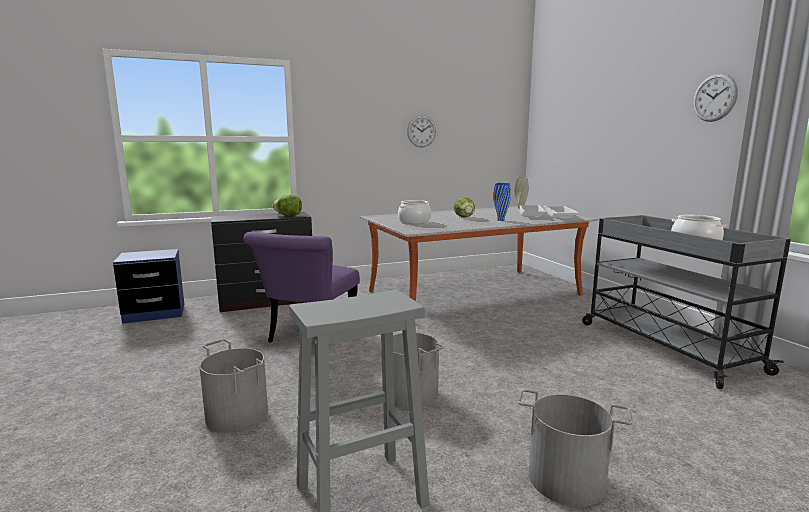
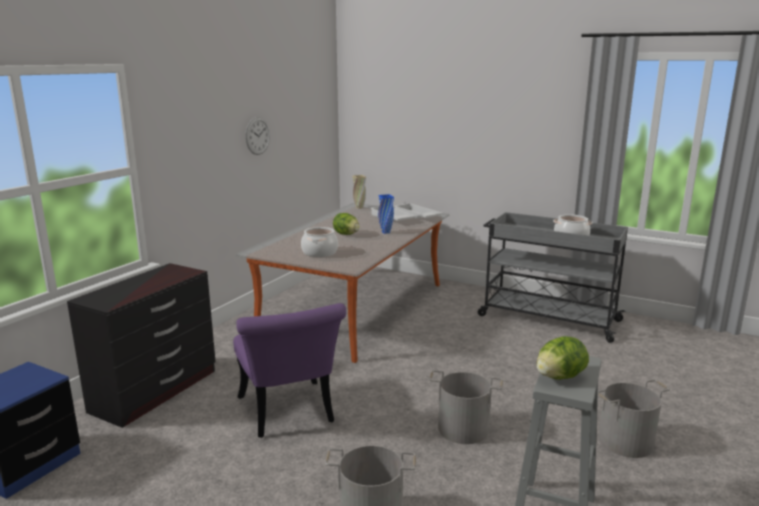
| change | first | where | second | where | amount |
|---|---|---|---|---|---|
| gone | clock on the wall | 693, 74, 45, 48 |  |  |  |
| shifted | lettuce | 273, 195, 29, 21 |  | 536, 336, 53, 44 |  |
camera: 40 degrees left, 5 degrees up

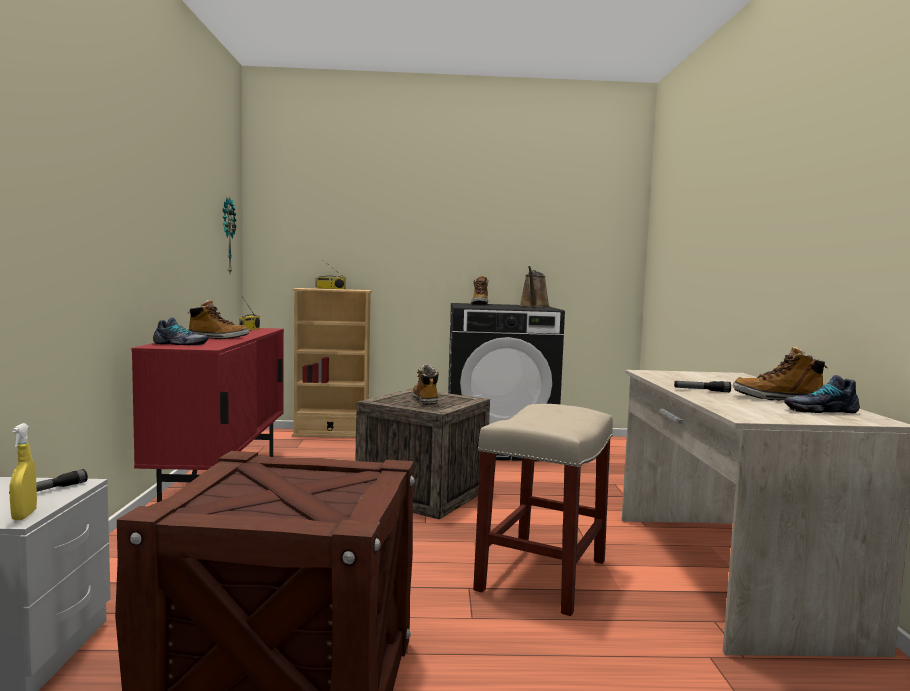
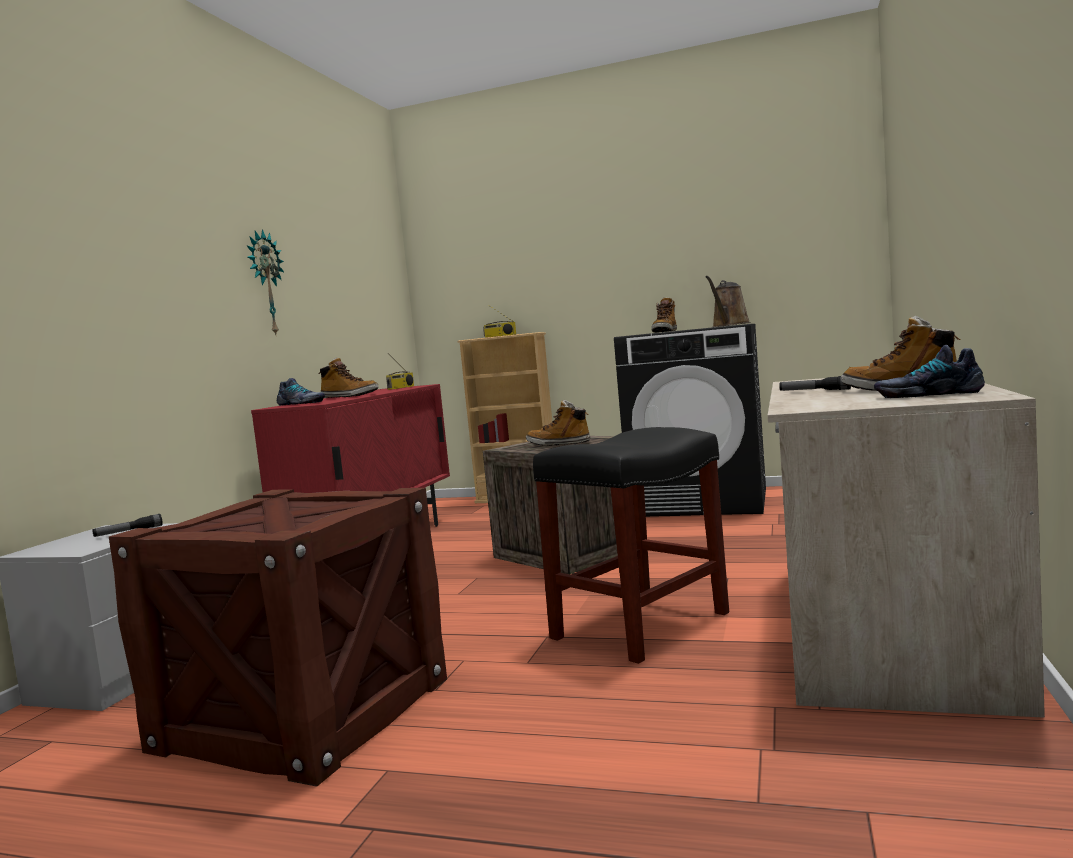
| change | first | where | second | where | amount |
|---|---|---|---|---|---|
| shifted | clock on the wall | 223, 197, 14, 76 |  | 247, 229, 37, 106 |  |
| rotated | tall boot | 412, 364, 27, 41 |  | 526, 400, 64, 46 | 75 degrees counterclockwise |
| repainted | sand-coloured stool seat | 473, 404, 140, 212 | black-coloured stool seat | 533, 427, 196, 237 |  |
| gone | yellow spray bottle | 10, 423, 27, 97 |  |  |  |
camera: 20 degrees right, 0 degrees up

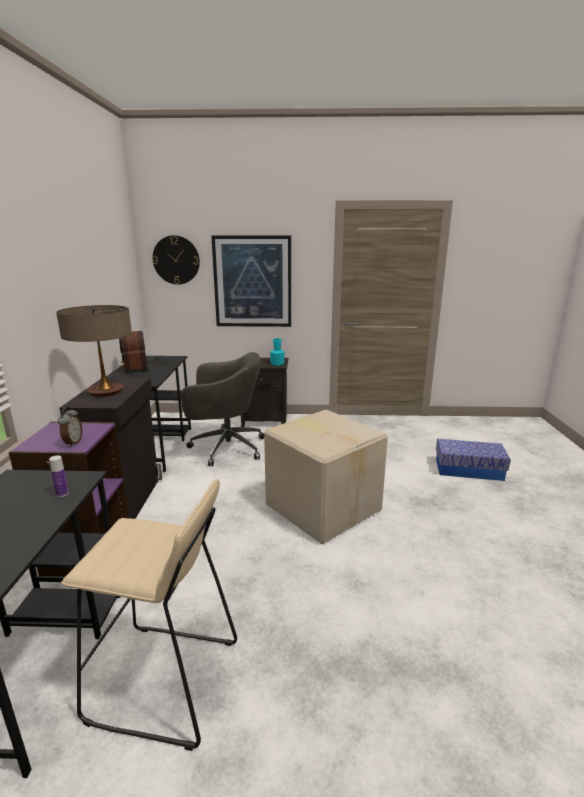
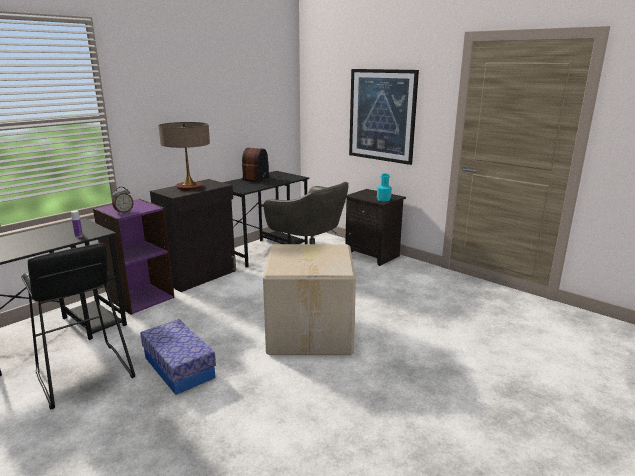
| change | first | where | second | where | amount |
|---|---|---|---|---|---|
| gone | clock on the wall | 152, 235, 48, 50 |  |  |  |
| shifted | storage container | 436, 439, 75, 42 |  | 140, 319, 76, 76 |  |
| repainted | sand-coloured stool seat | 61, 479, 176, 272 | black-coloured stool seat | 21, 243, 114, 167 |  |
camera: 40 degrees right, 0 degrees up

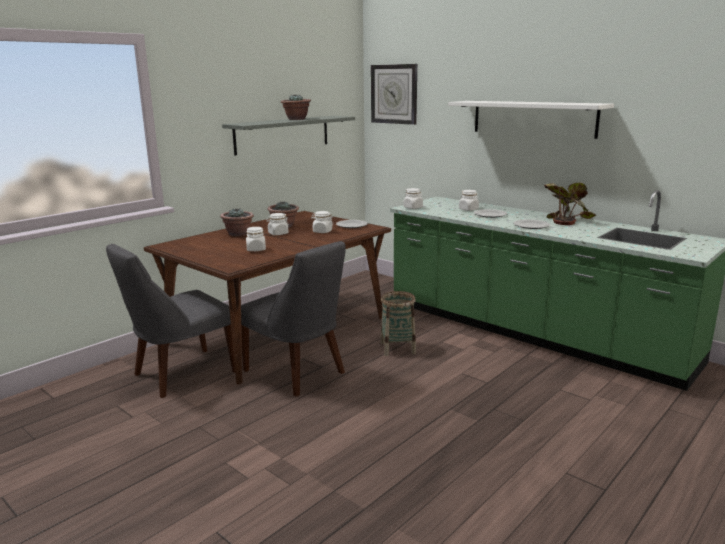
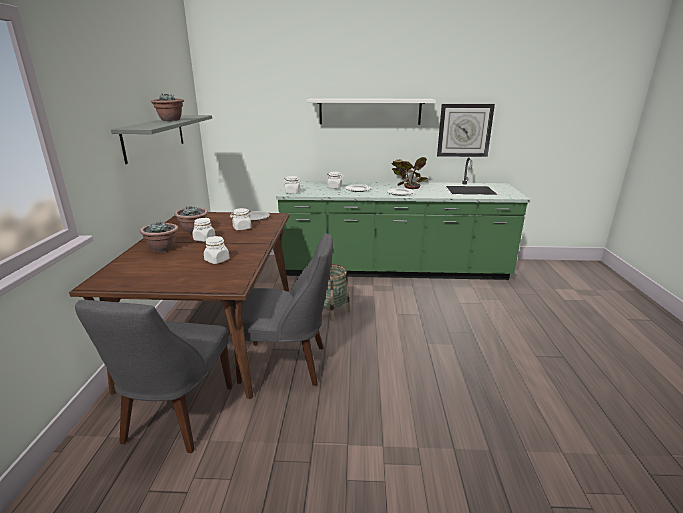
| change | first | where | second | where | amount |
|---|---|---|---|---|---|
| shifted | clock on the wall | 371, 64, 46, 61 |  | 437, 104, 58, 53 |  |
camera: 40 degrees left, 5 degrees up

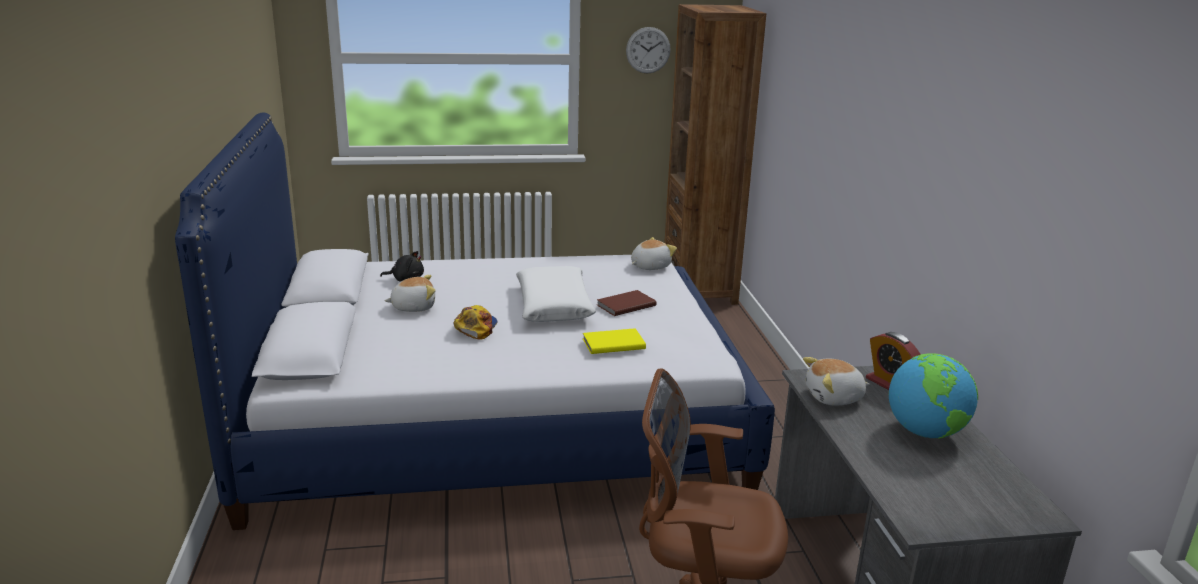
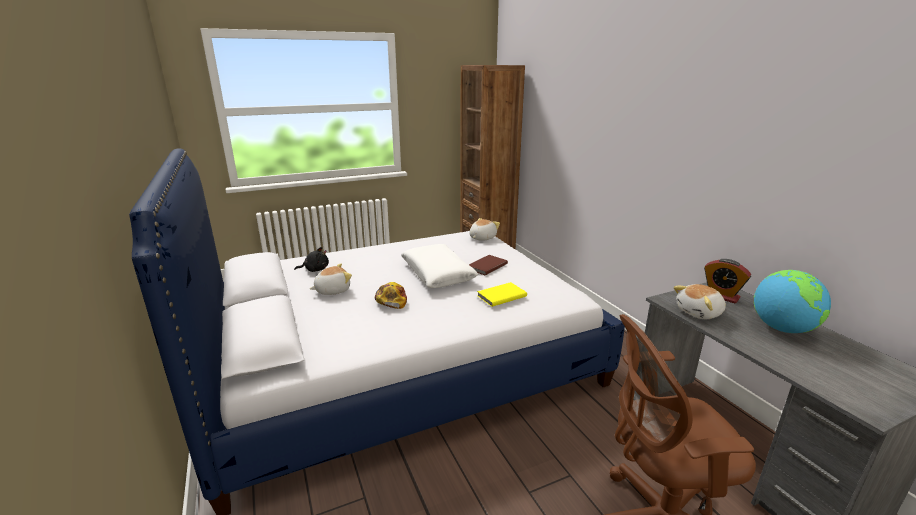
| change | first | where | second | where | amount |
|---|---|---|---|---|---|
| gone | clock on the wall | 626, 27, 45, 47 |  |  |  |
camera: 15 degrees left, 0 degrees up

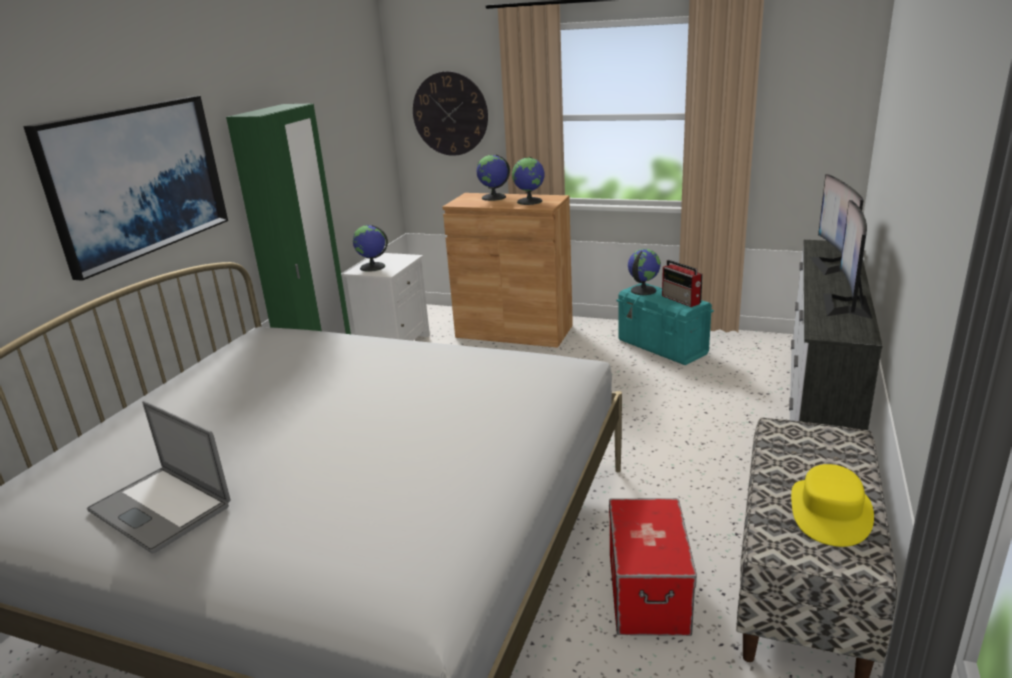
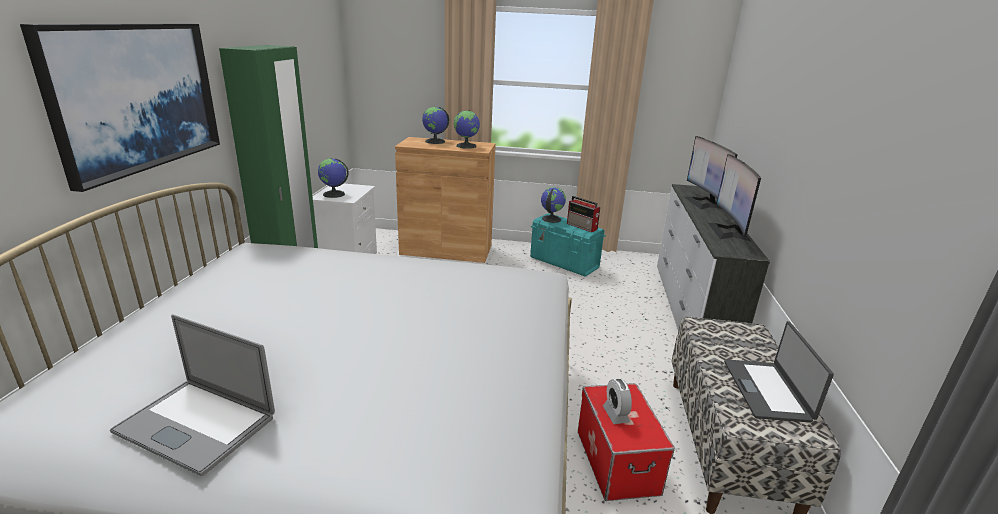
| change | first | where | second | where | amount |
|---|---|---|---|---|---|
| gone | clock on the wall | 413, 71, 75, 85 |  |  |  |
| swapped | yellow clothing hat | 791, 464, 83, 83 | notebook computer | 724, 321, 110, 102 |  |
| new |  |  | alarm clock | 603, 379, 29, 45 |  |
camera: 15 degrees left, 0 degrees up

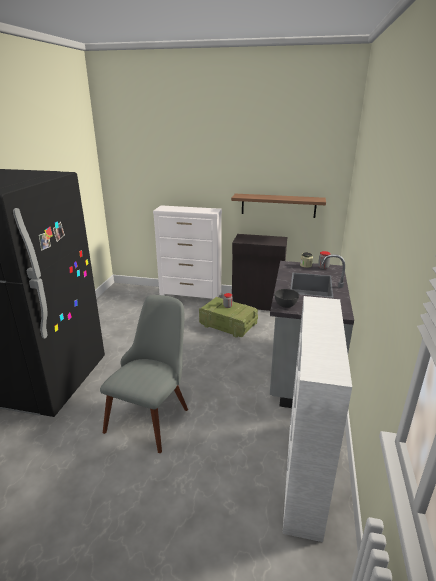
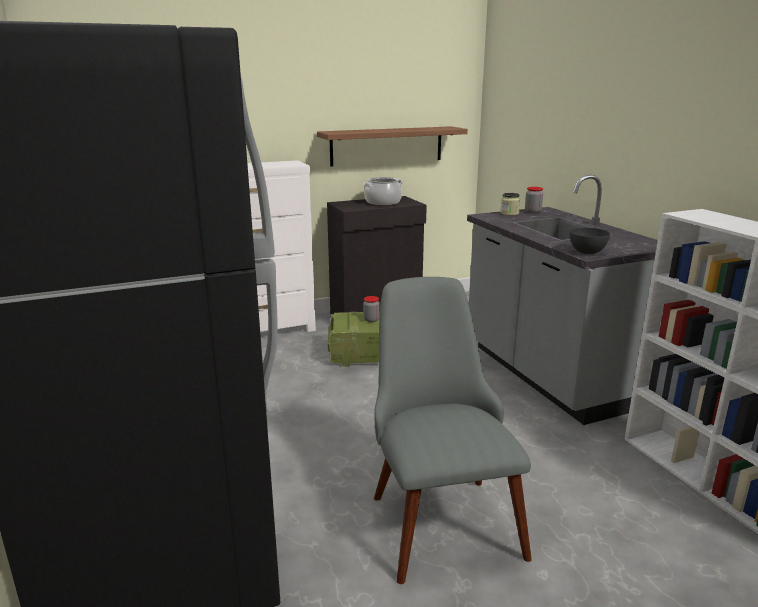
| change | first | where | second | where | amount |
|---|---|---|---|---|---|
| new |  |  | saucepot | 363, 177, 40, 28 |  |
camera: 35 degrees left, 5 degrees down

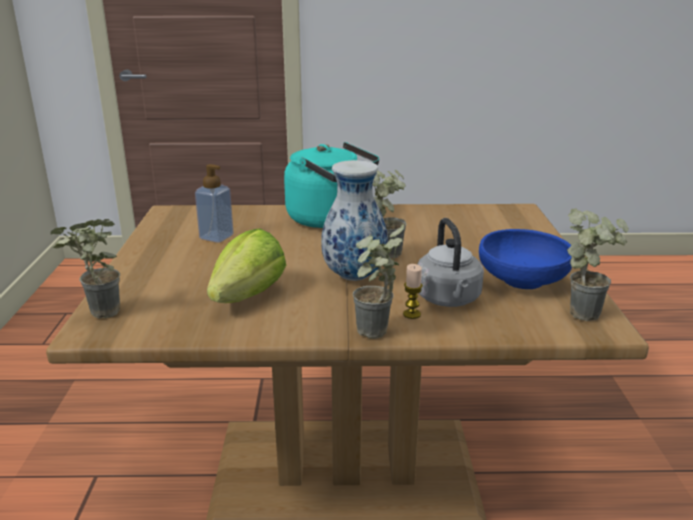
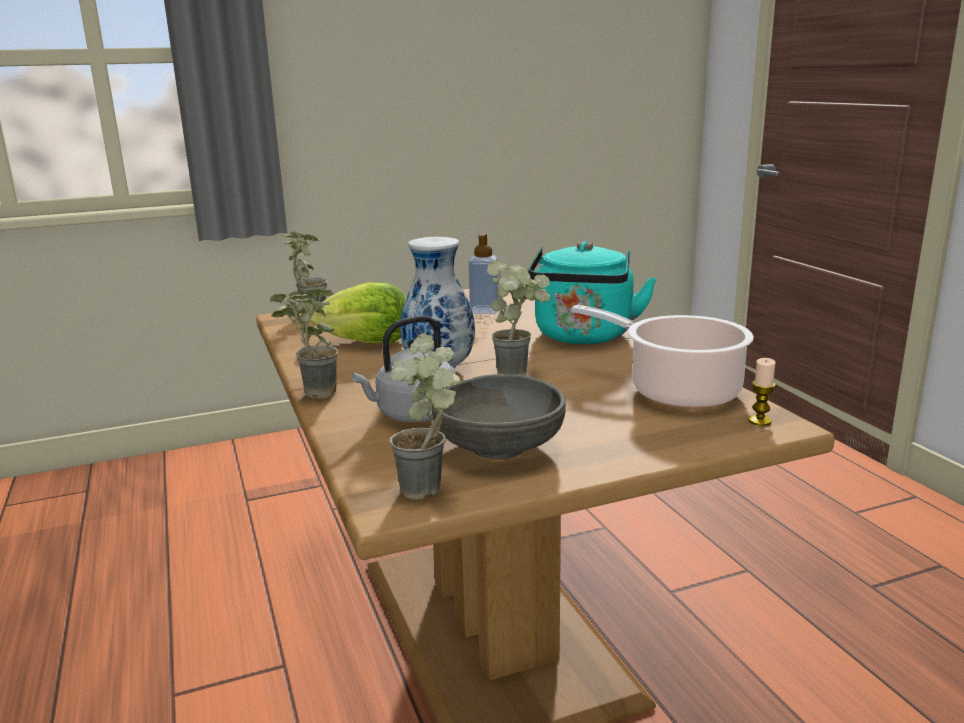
| change | first | where | second | where | amount |
|---|---|---|---|---|---|
| repainted | blue-coloured serving bowl | 479, 229, 93, 60 | greyish serving bowl | 432, 374, 134, 85 |  |
| shifted | wax candle | 403, 264, 20, 55 |  | 749, 358, 27, 68 |  |
| new |  |  | saucepot | 572, 305, 182, 104 |  |
camera: 70 degrees right, 5 degrees down

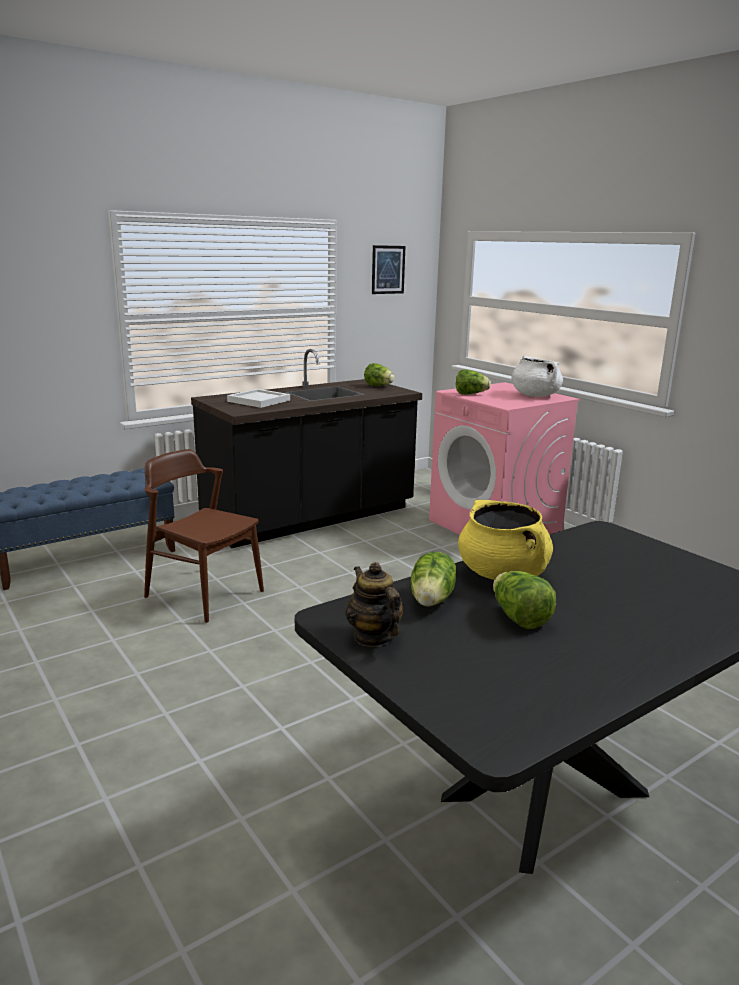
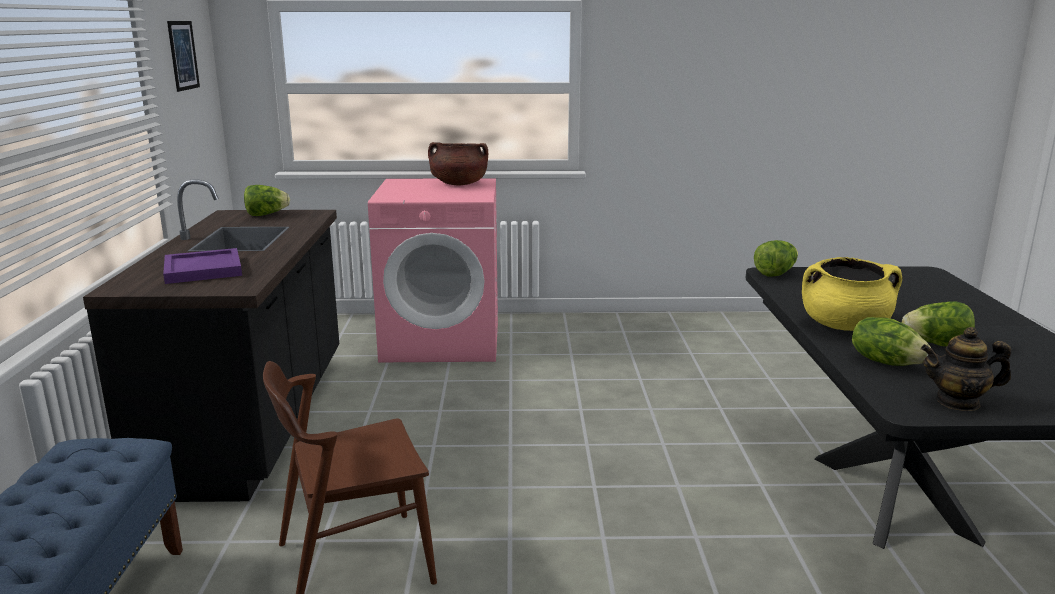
| change | first | where | second | where | amount |
|---|---|---|---|---|---|
| repainted | white-coloured saucepot | 511, 356, 52, 41 | brown saucepot | 428, 142, 60, 43 |  |
| shifted | lettuce | 456, 370, 35, 25 |  | 754, 240, 44, 37 |  |
| repainted | white-coloured serving tray | 227, 389, 63, 19 | purple serving tray | 163, 248, 79, 36 |  |
camera: 55 degrees left, 0 degrees up

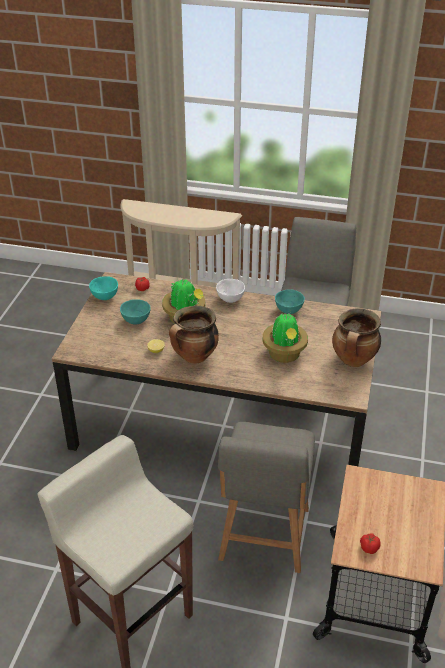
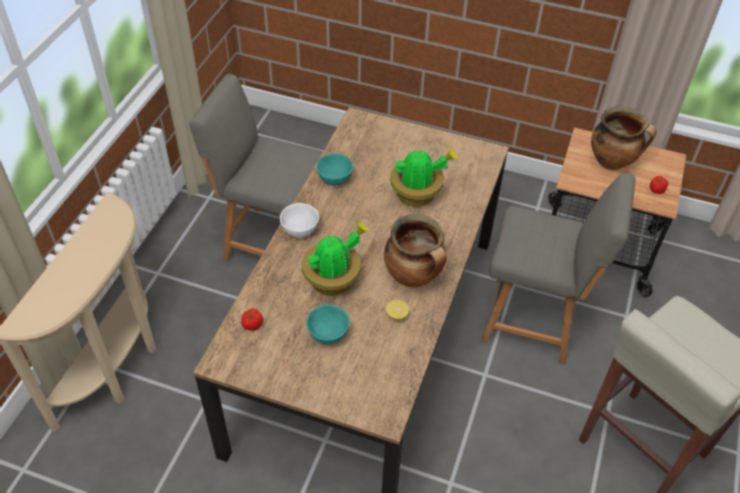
| change | first | where | second | where | amount |
|---|---|---|---|---|---|
| gone | turquoise-coloured serving bowl | 89, 276, 29, 24 |  |  |  |
| shifted | saucepot | 332, 308, 49, 59 |  | 591, 106, 66, 64 |  |
camera: 85 degrees left, 10 degrees up

